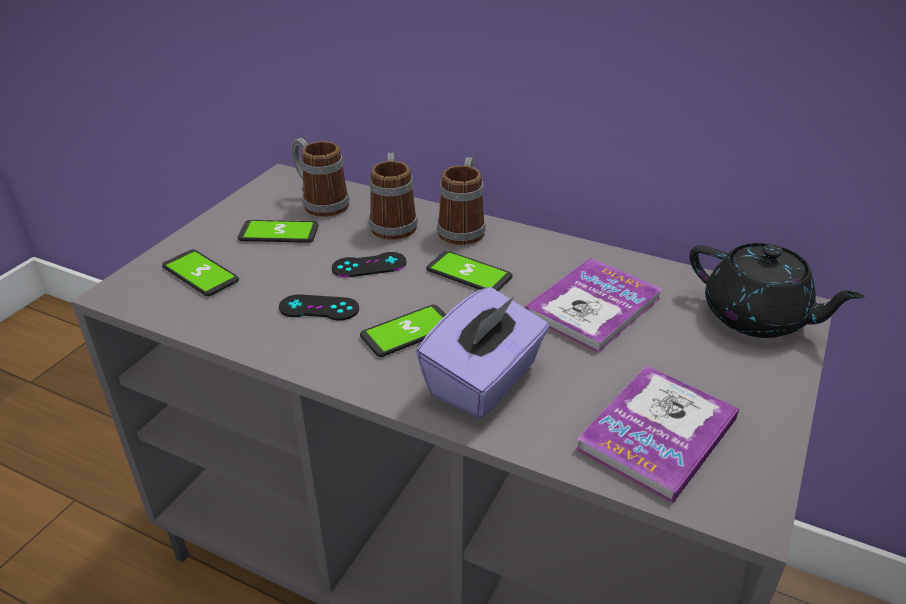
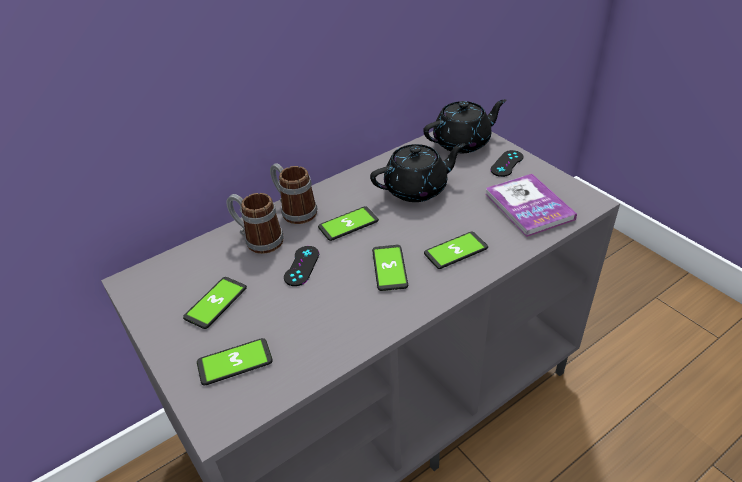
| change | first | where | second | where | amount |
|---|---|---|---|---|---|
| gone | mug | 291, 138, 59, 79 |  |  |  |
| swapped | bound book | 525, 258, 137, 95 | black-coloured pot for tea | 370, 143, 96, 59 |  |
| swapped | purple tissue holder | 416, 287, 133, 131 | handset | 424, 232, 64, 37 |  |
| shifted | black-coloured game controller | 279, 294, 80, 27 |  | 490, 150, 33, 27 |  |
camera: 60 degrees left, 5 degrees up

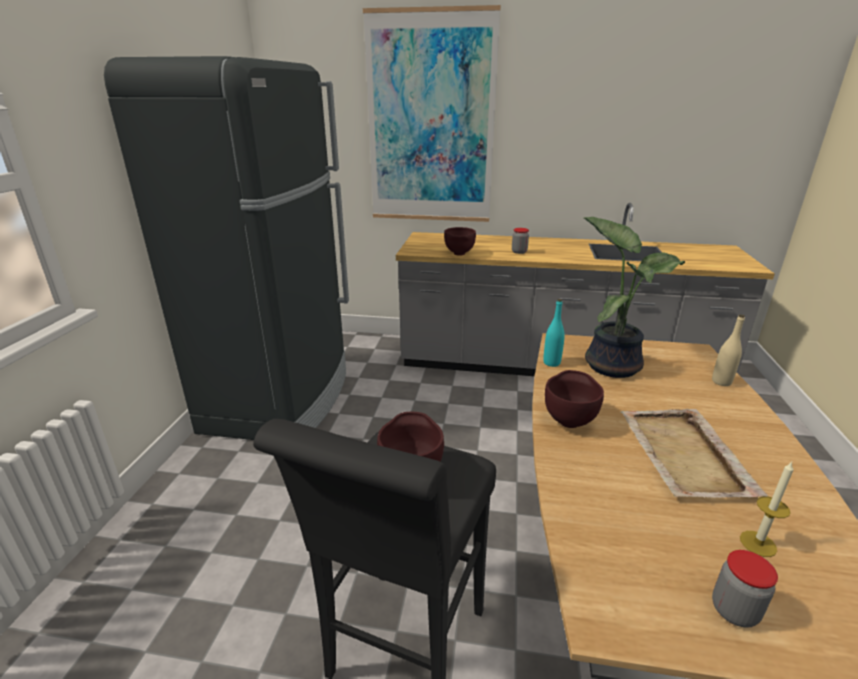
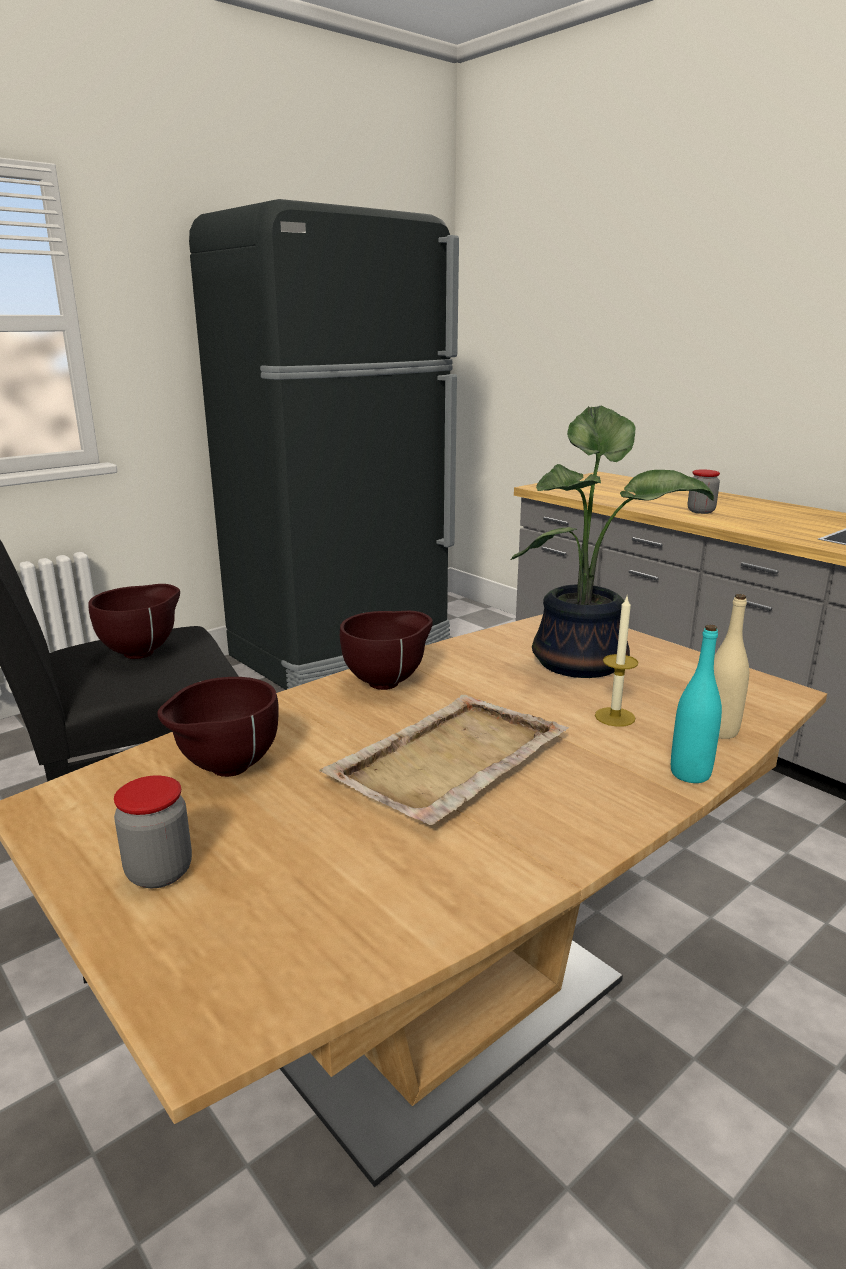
| change | first | where | second | where | amount |
|---|---|---|---|---|---|
| gone | wall art | 363, 5, 138, 217 |  |  |  |
| shifted | brown serving bowl | 444, 227, 32, 29 |  | 158, 677, 121, 100 |  |
| shifted | turquoise-coloured bottle | 543, 299, 22, 68 |  | 671, 624, 51, 159 |  |
| shifted | wax candle | 740, 462, 54, 95 |  | 595, 597, 43, 130 |  |
camera: 40 degrees right, 5 degrees down

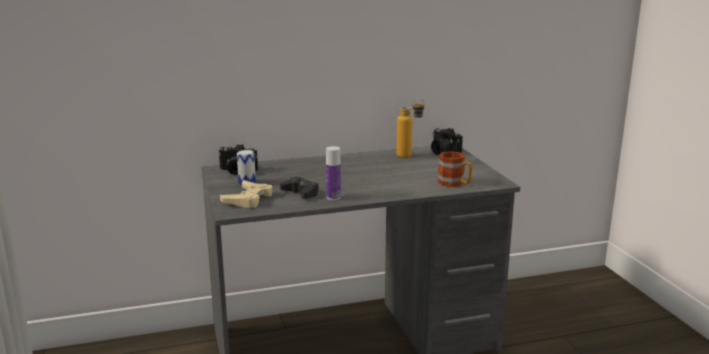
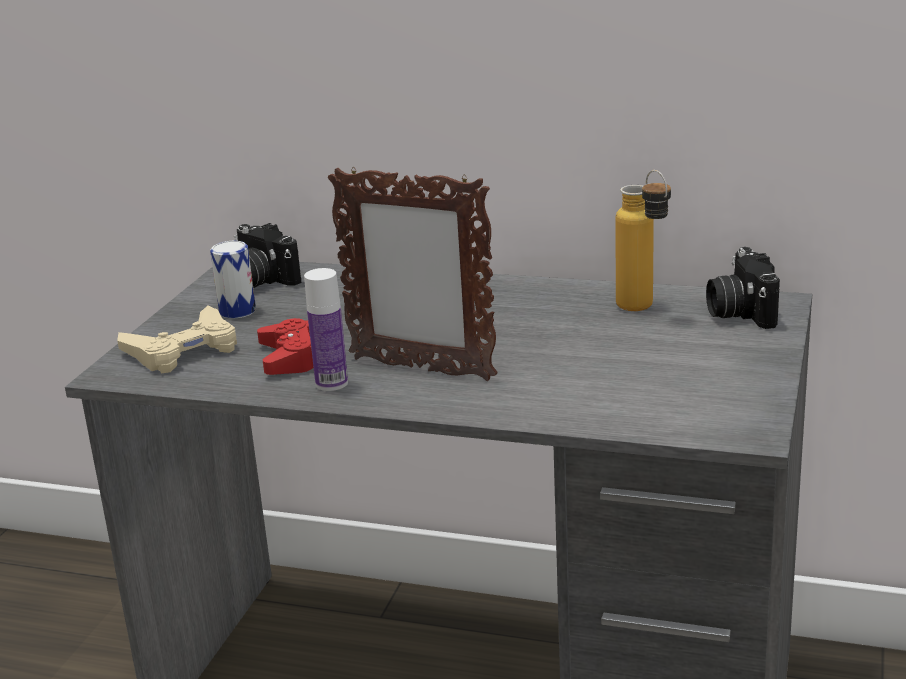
| change | first | where | second | where | amount |
|---|---|---|---|---|---|
| gone | mug | 438, 151, 34, 36 |  |  |  |
| repainted | black-coloured game controller | 280, 177, 39, 22 | reddish game controller | 257, 318, 56, 57 |  |
| new |  |  | standing frame | 328, 168, 170, 213 |  |
camera: 35 degrees right, 5 degrees up

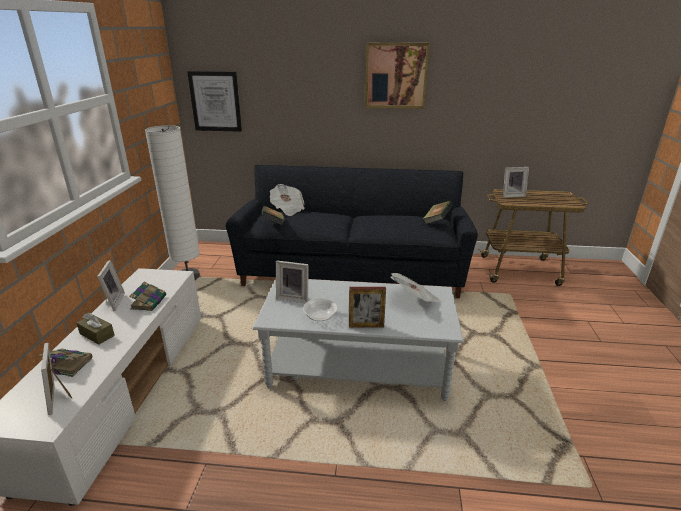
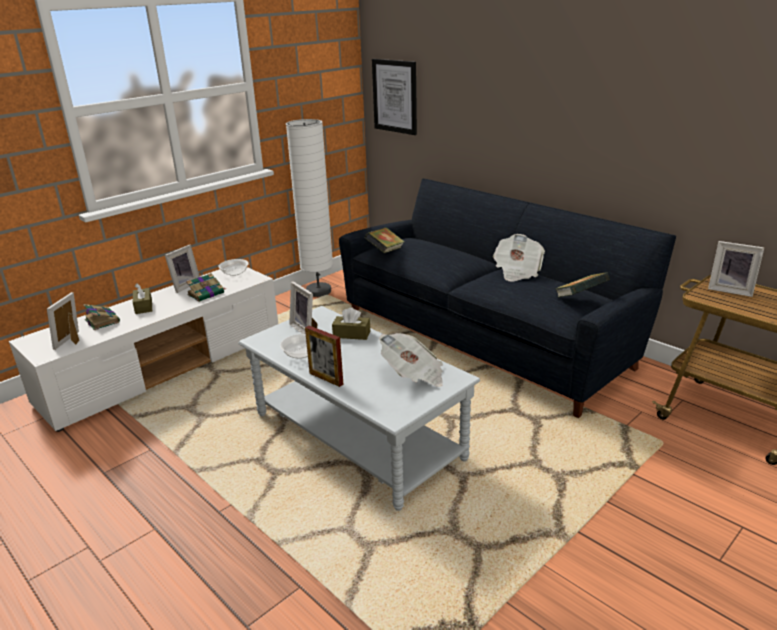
| change | first | where | second | where | amount |
|---|---|---|---|---|---|
| gone | wall art | 365, 43, 65, 66 |  |  |  |
| shifted | daily paper | 270, 184, 35, 32 |  | 493, 234, 52, 47 |  |
| new |  |  | serving bowl | 219, 259, 30, 17 |  |
| new |  |  | brown tissue holder | 332, 307, 38, 33 |  |
camera: 40 degrees right, 0 degrees up

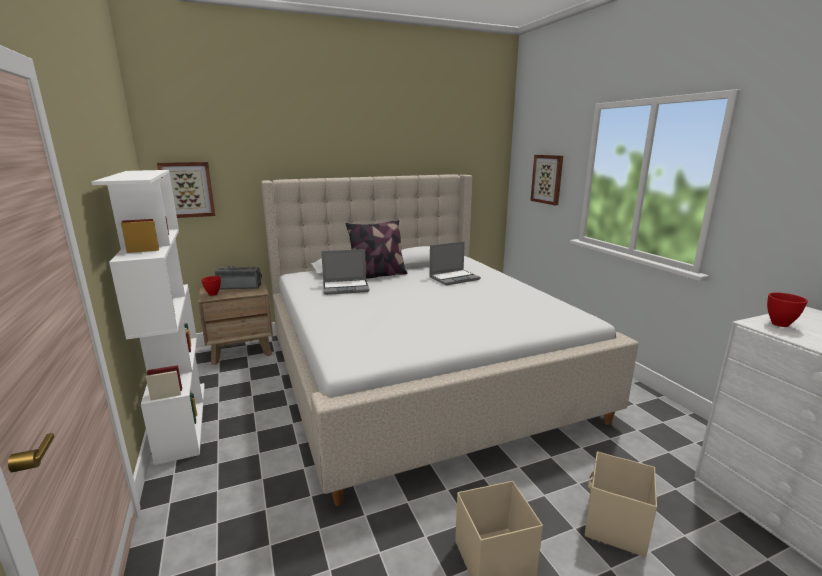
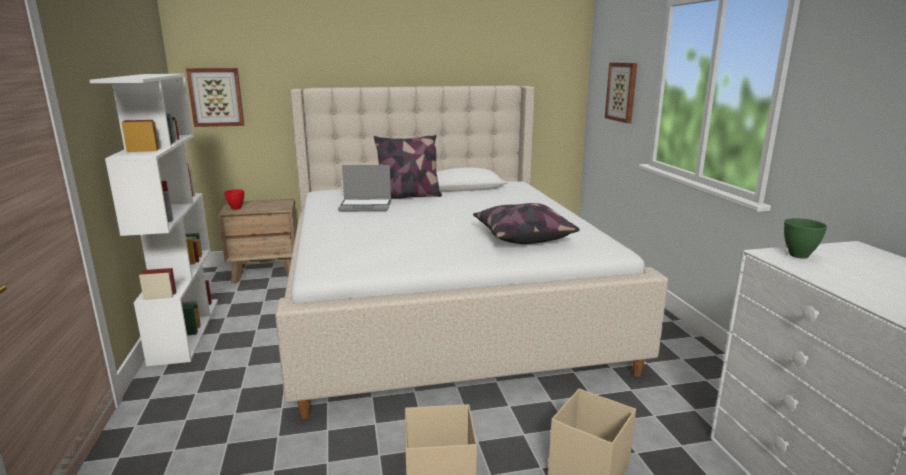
| change | first | where | second | where | amount |
|---|---|---|---|---|---|
| gone | notebook computer | 429, 241, 52, 44 |  |  |  |
| gone | radio set | 215, 265, 47, 25 |  |  |  |
| repainted | reddish serving bowl | 767, 292, 41, 35 | green-coloured serving bowl | 784, 218, 43, 41 |  |
| new |  |  | pillow | 473, 203, 107, 41 |  |
camera: 10 degrees right, 0 degrees up

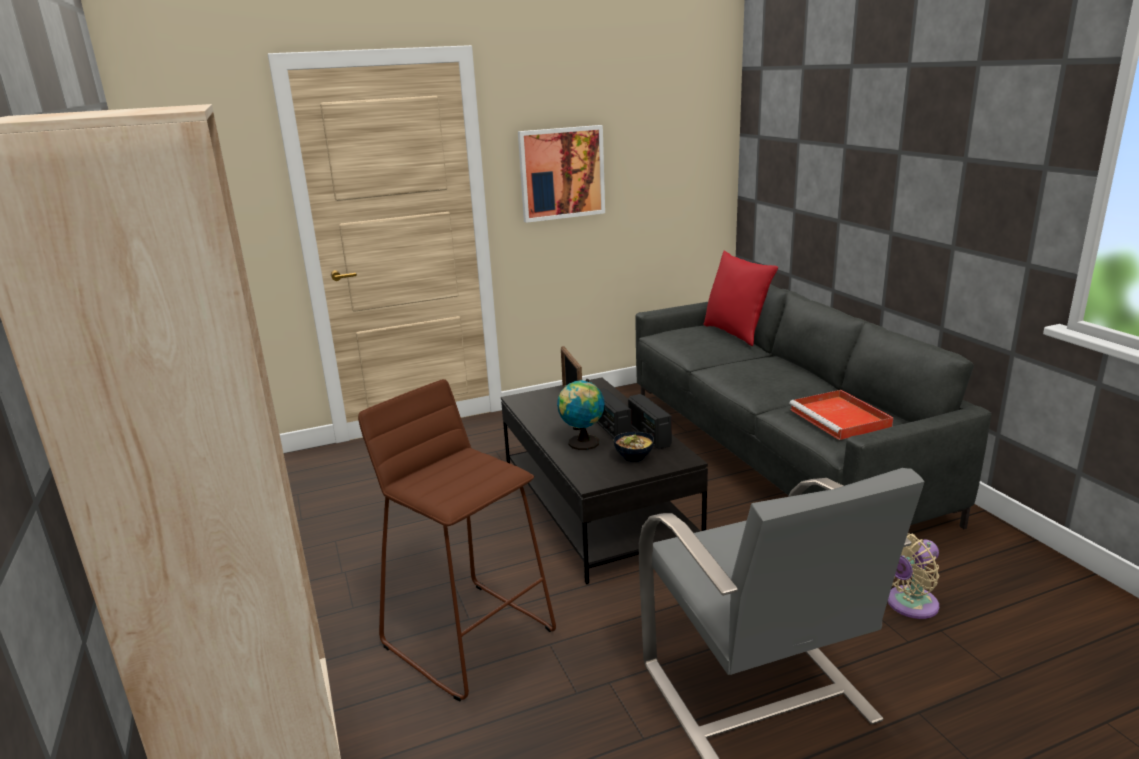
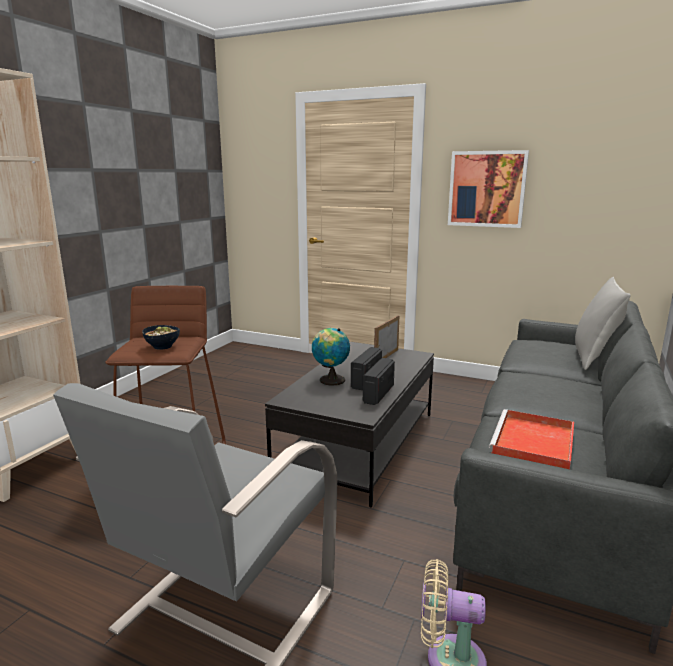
| change | first | where | second | where | amount |
|---|---|---|---|---|---|
| repainted | reddish pillow | 703, 251, 75, 95 | greyish pillow | 575, 277, 56, 93 |  |
| shifted | serving bowl | 614, 432, 40, 30 |  | 142, 325, 38, 25 |  |
camera: 45 degrees right, 5 degrees down

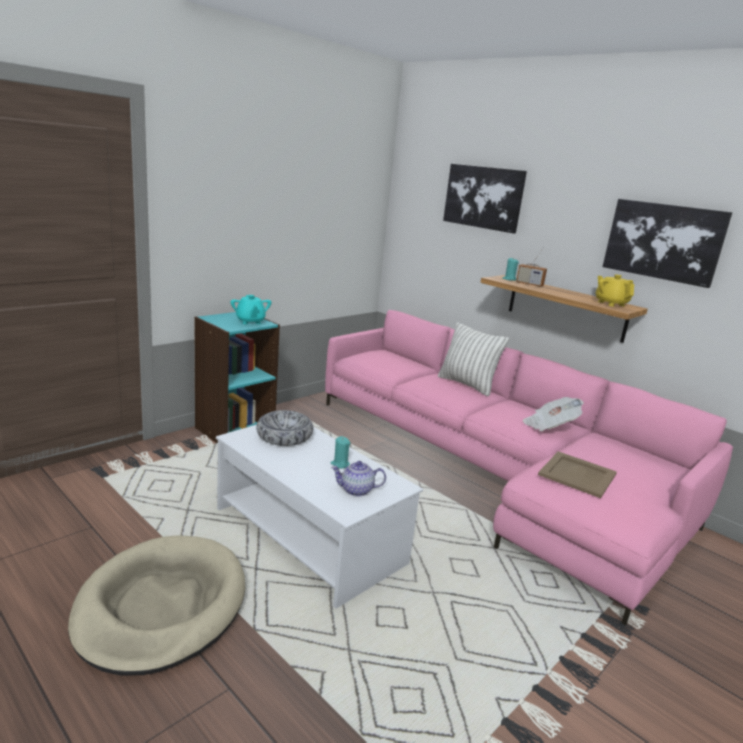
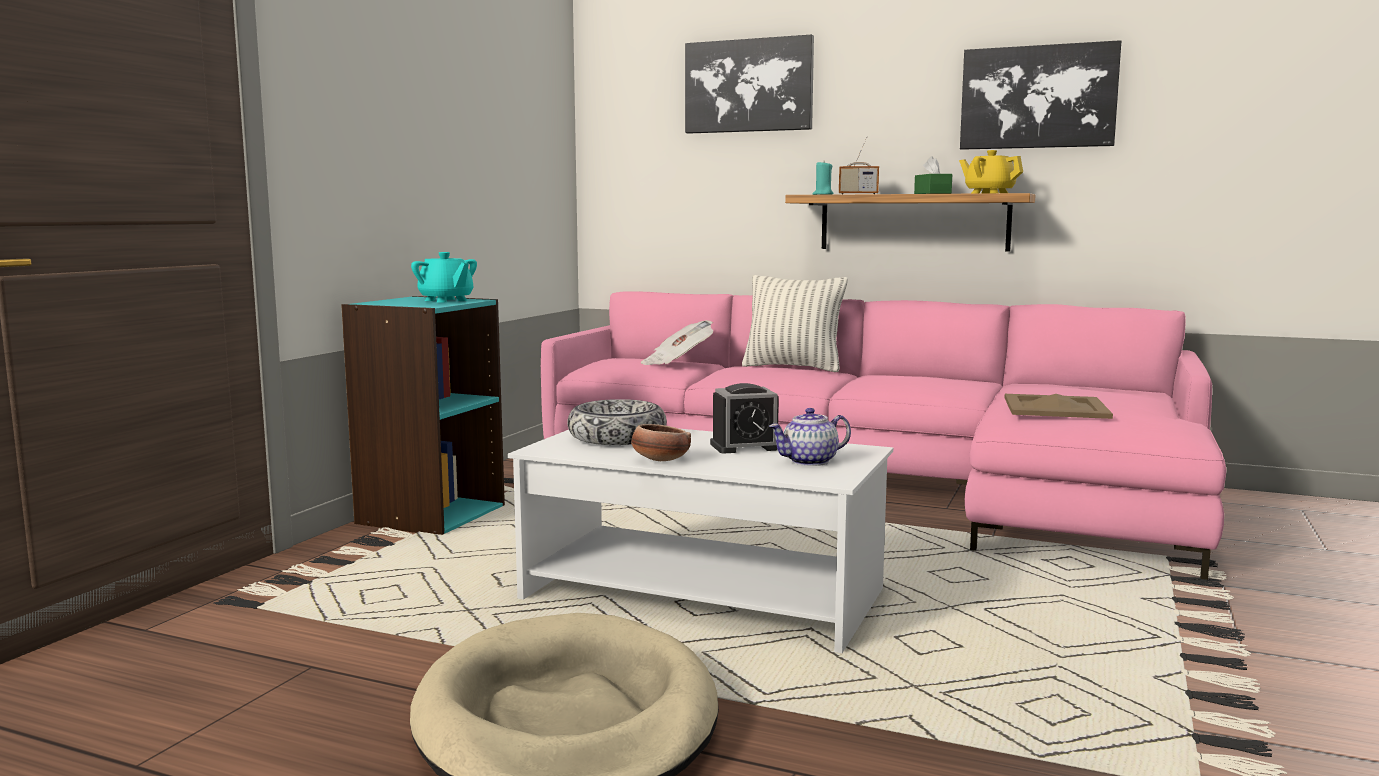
| change | first | where | second | where | amount |
|---|---|---|---|---|---|
| shifted | daily paper | 523, 397, 61, 34 |  | 641, 320, 73, 45 |  |
| swapped | turquoise-coloured wax candle | 331, 436, 19, 32 | alarm clock | 710, 383, 69, 70 |  |
| new |  |  | green-coloured tissue holder | 914, 156, 38, 38 |  |
| new |  |  | serving bowl | 631, 424, 60, 37 |  |
camera: 20 degrees left, 10 degrees down

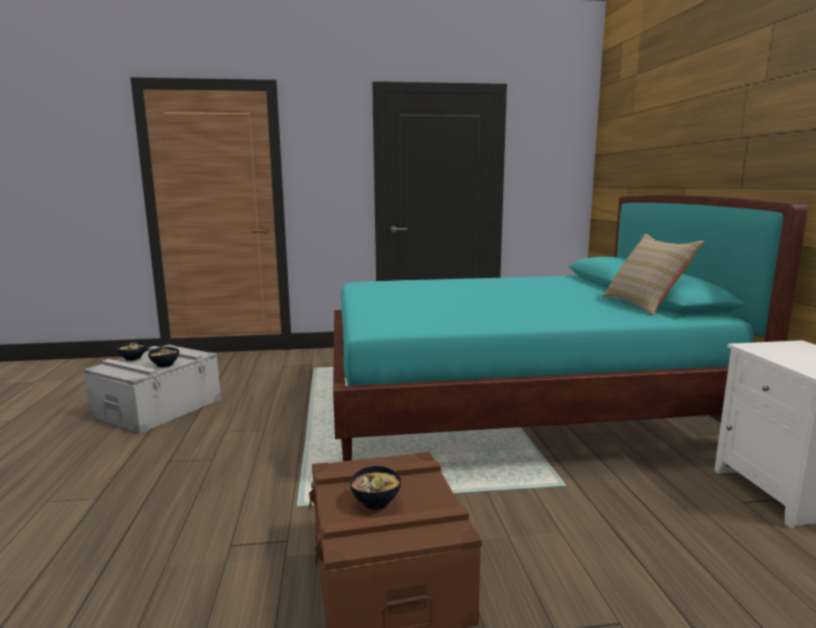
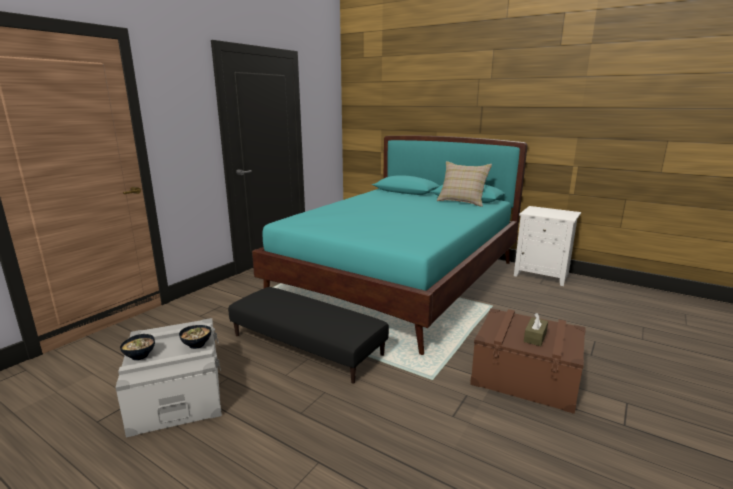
| change | first | where | second | where | amount |
|---|---|---|---|---|---|
| swapped | serving bowl | 350, 466, 51, 44 | brown tissue holder | 524, 313, 24, 33 |  |
| new |  |  | black-coloured pouffe | 228, 287, 161, 96 |  |
camera: 50 degrees left, 5 degrees up

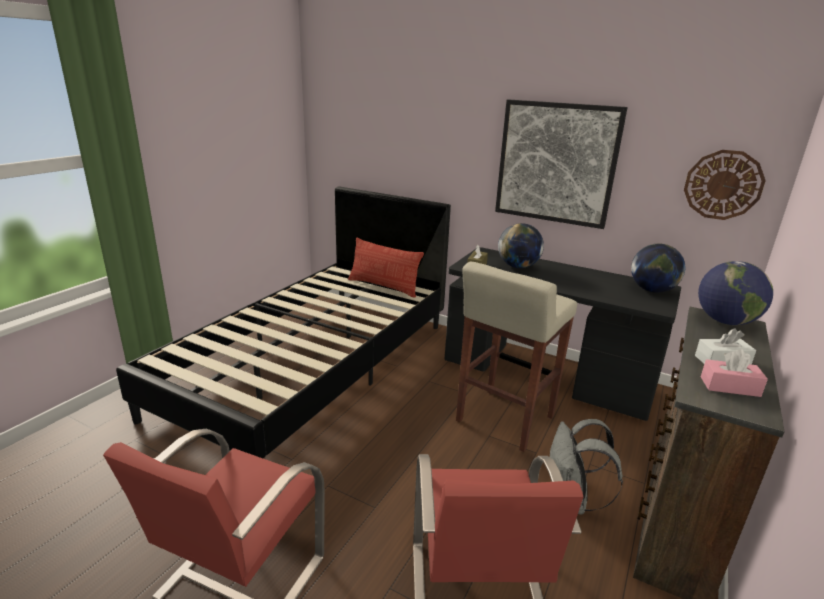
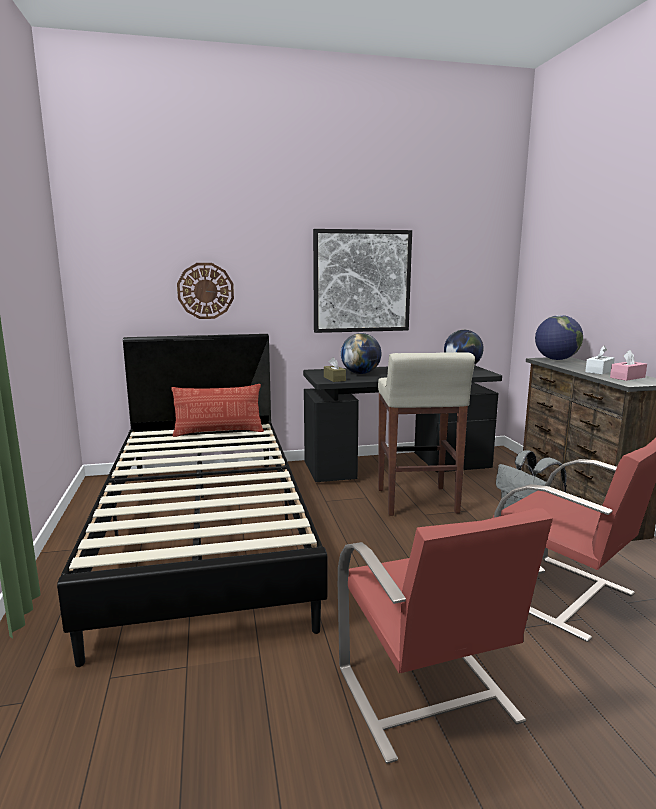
| change | first | where | second | where | amount |
|---|---|---|---|---|---|
| shifted | clock on the wall | 684, 150, 82, 70 |  | 177, 263, 57, 56 |  |
camera: 40 degrees left, 10 degrees down

